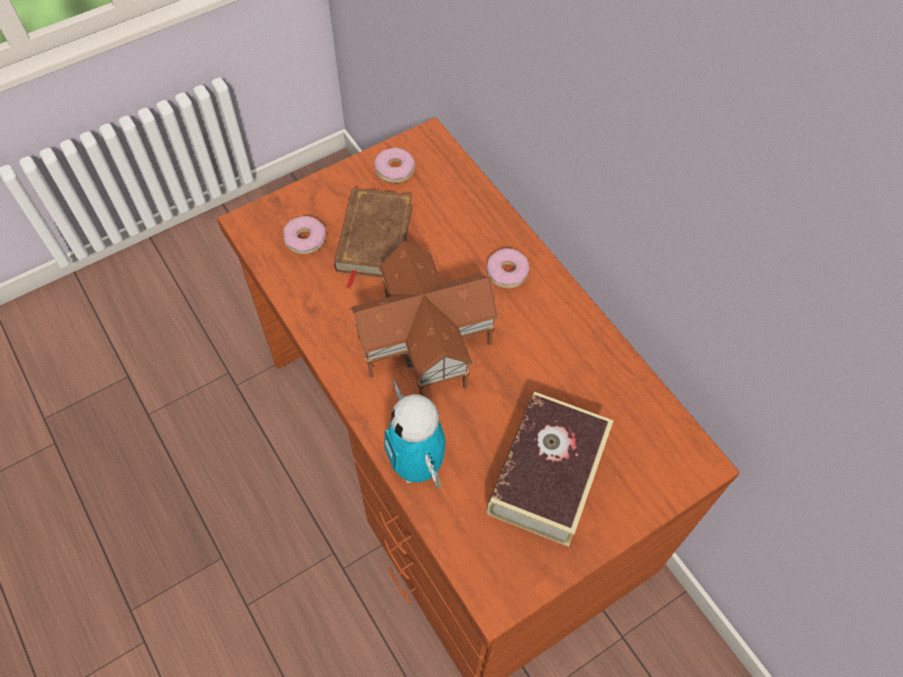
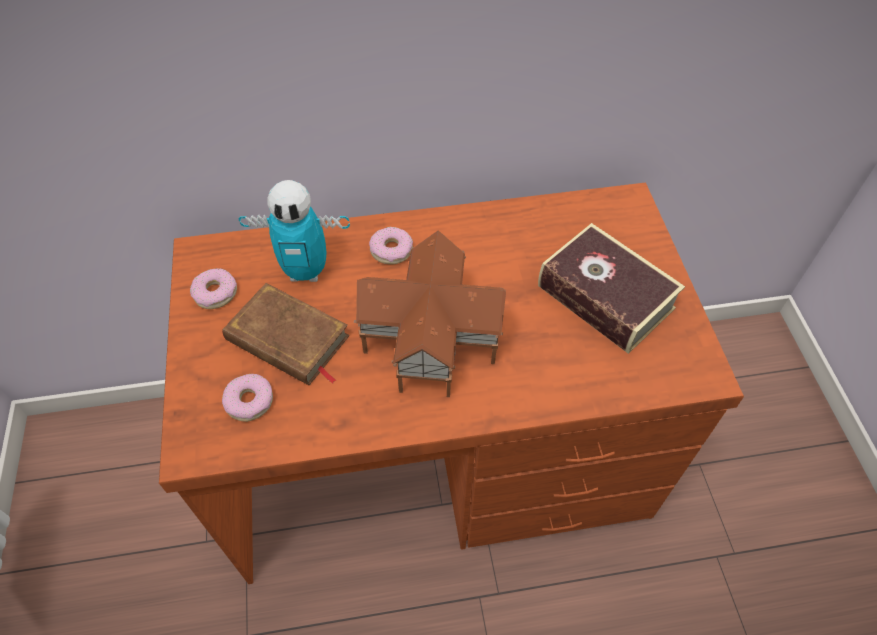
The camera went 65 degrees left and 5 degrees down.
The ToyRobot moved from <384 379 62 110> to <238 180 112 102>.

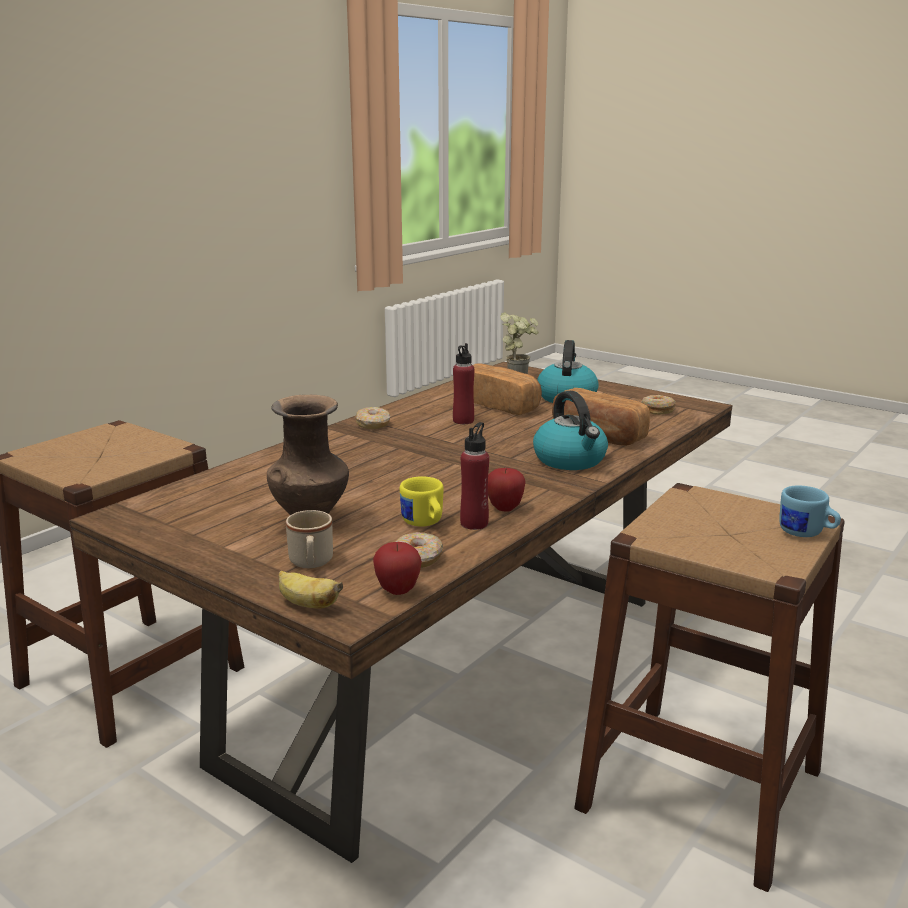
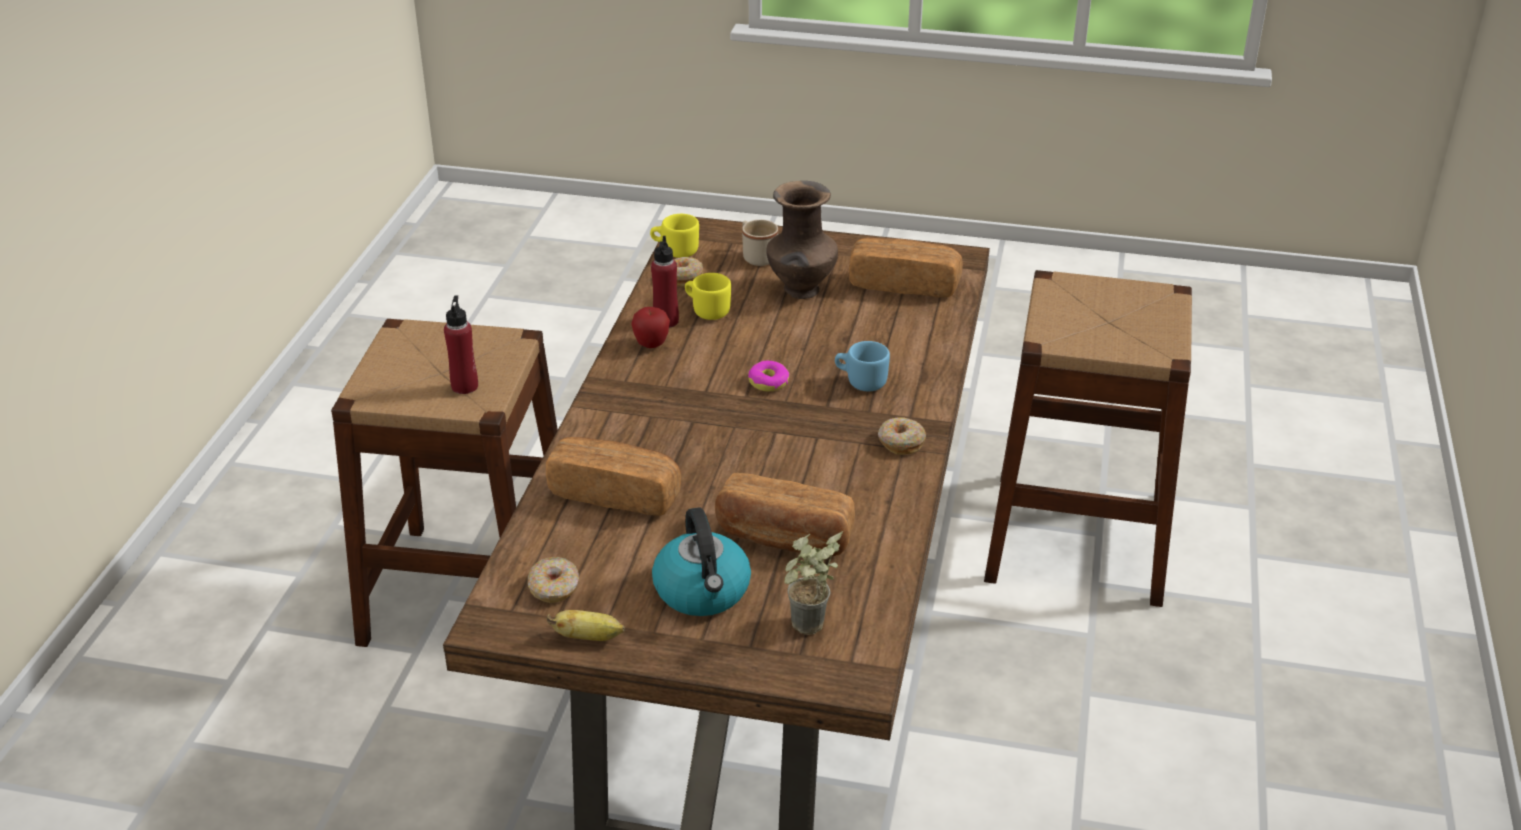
The camera went 155 degrees right and 15 degrees up.
The Kettle at <533 391 75 79> disappeared.
The Donut at <748 361 41 31> appeared.
The Bread at <849 238 114 59> appeared.
The Banana moved from <279 570 64 39> to <547 610 78 31>.
The RedBottle moved from <453 343 22 81> to <444 295 34 99>.
The BlueMug moved from <779 486 62 51> to <835 341 55 50>.
The Apple at <373 542 49 53> was replaced by the YellowMug at <650 214 49 44>.

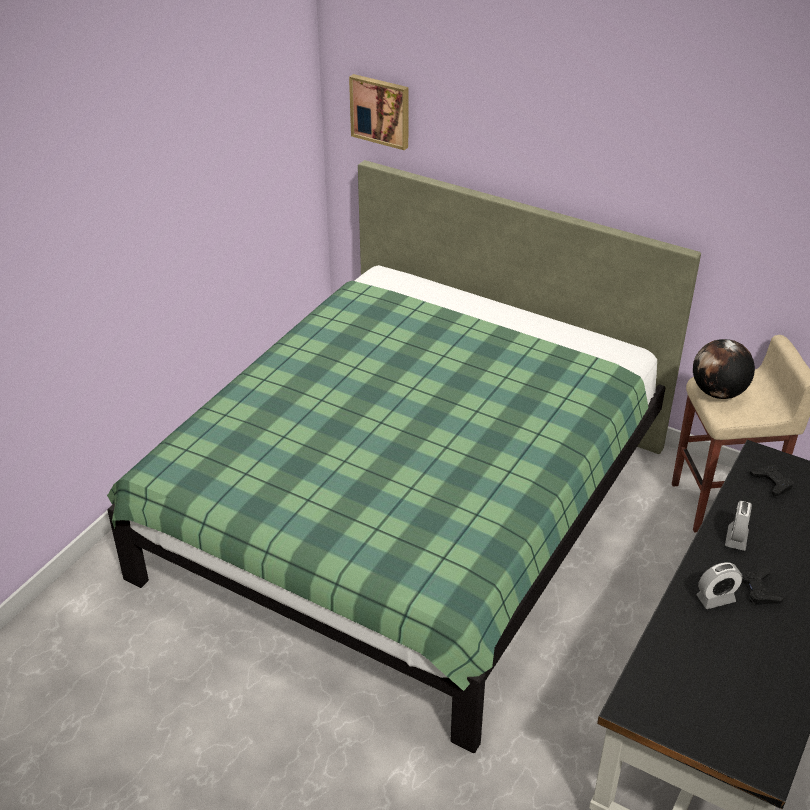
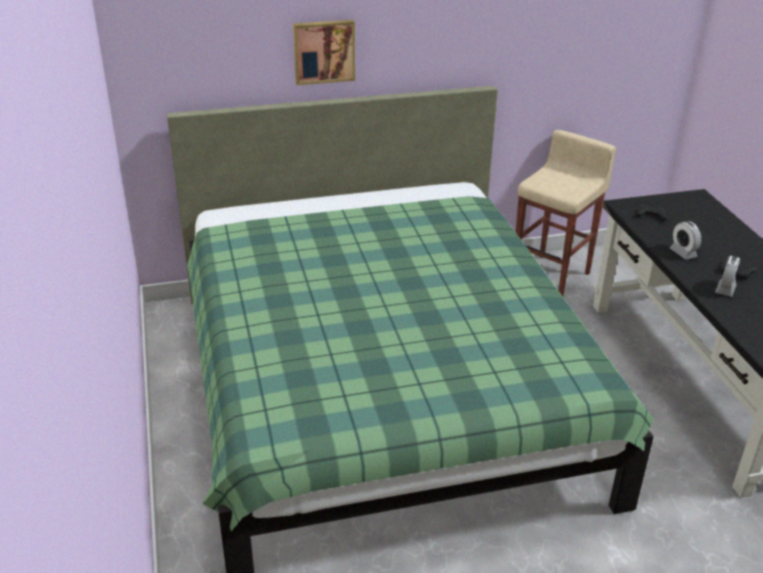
The camera went 45 degrees left and 5 degrees down.
The Globe at <693 339 62 60> disappeared.
The Picture moved from <349 74 59 76> to <293 20 62 65>.

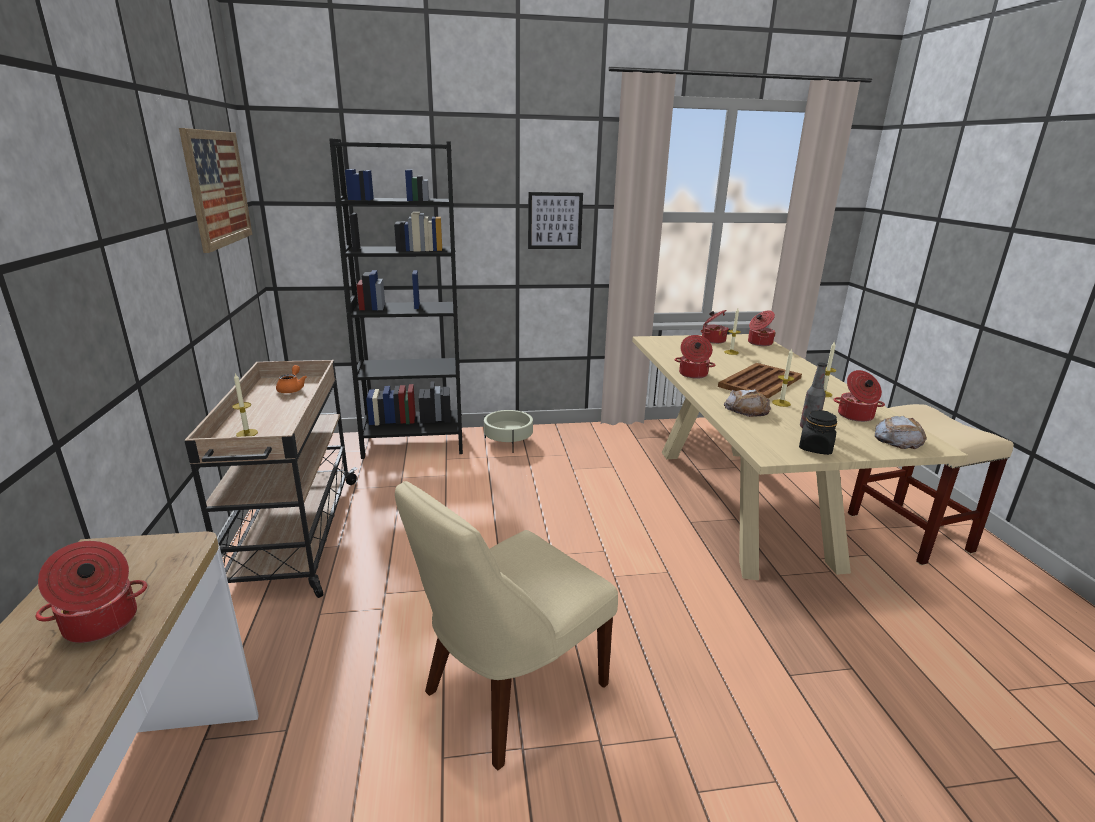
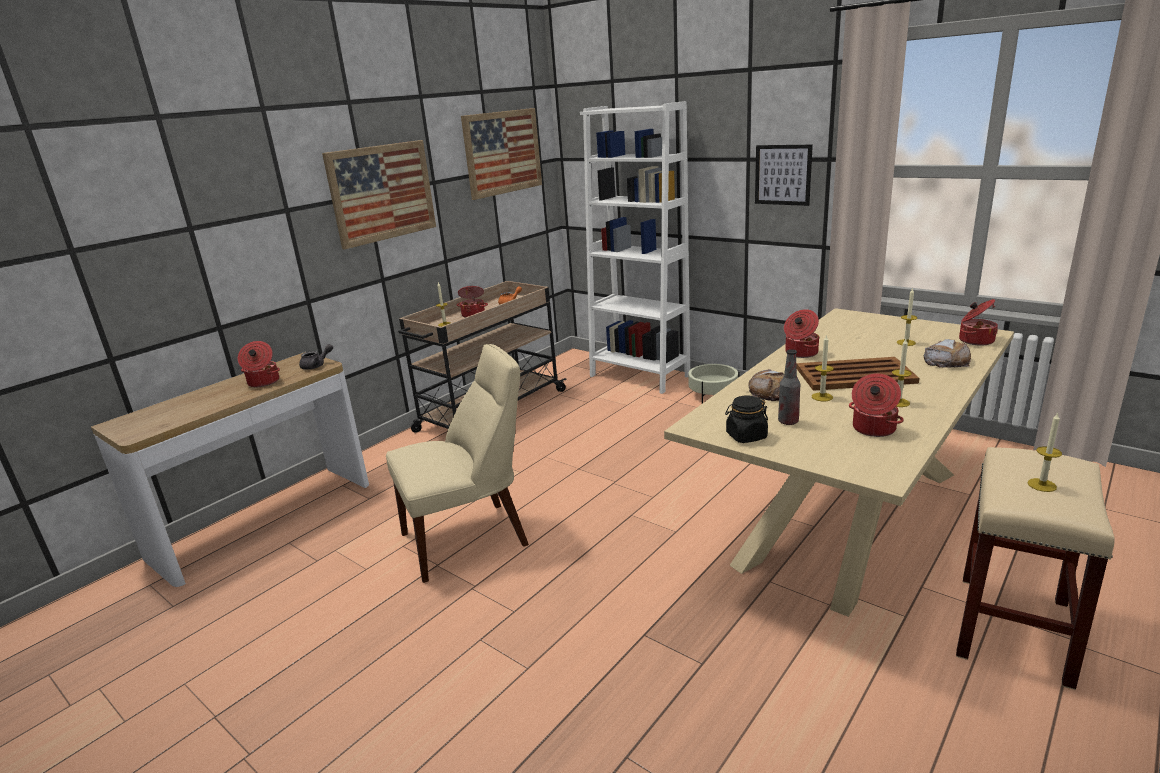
The camera went 50 degrees right and 0 degrees up.
The GreyTeapot at <299 344 34 26> appeared.
The Picture at <322 140 114 110> appeared.
The Candle at <1028 413 34 79> appeared.
The CookingPot moved from <701 310 28 34> to <457 286 31 32>.
The Bread moved from <875 416 52 33> to <924 339 47 29>.
The BlackBookcase at <329 139 134 320> became the WhiteBookcase at <580 101 110 293>.
The BeigeChair at <395 481 223 289> turned 150 degrees clockwise.

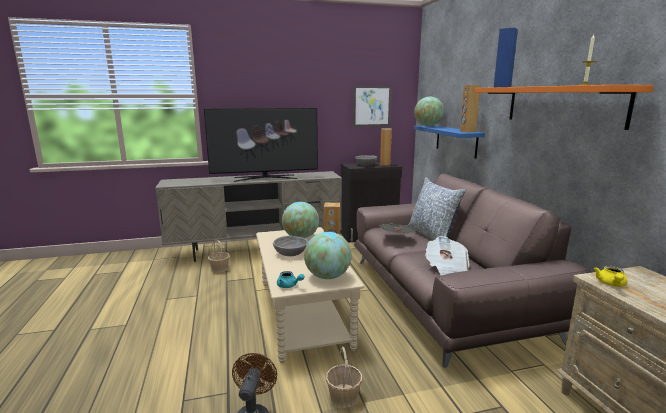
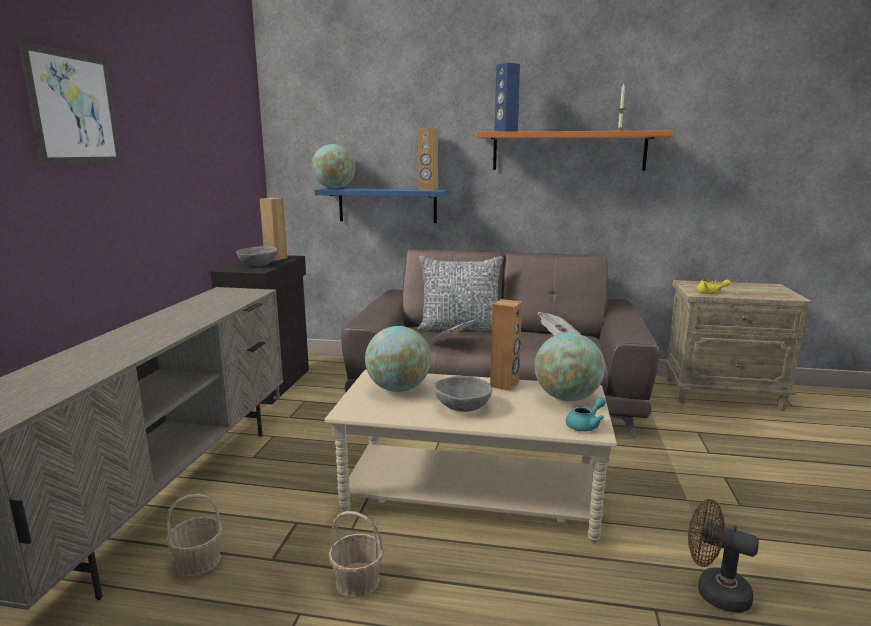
The camera went 65 degrees left and 0 degrees up.
The Television at <204 108 114 74> disappeared.
The Basket moved from <326 347 36 61> to <329 511 55 87>.
The Picture moved from <353 85 39 42> to <18 41 104 123>.

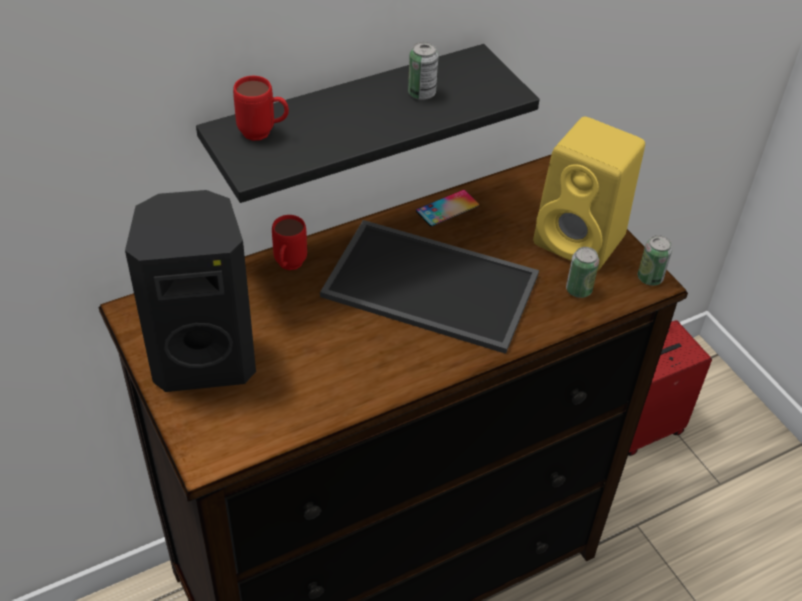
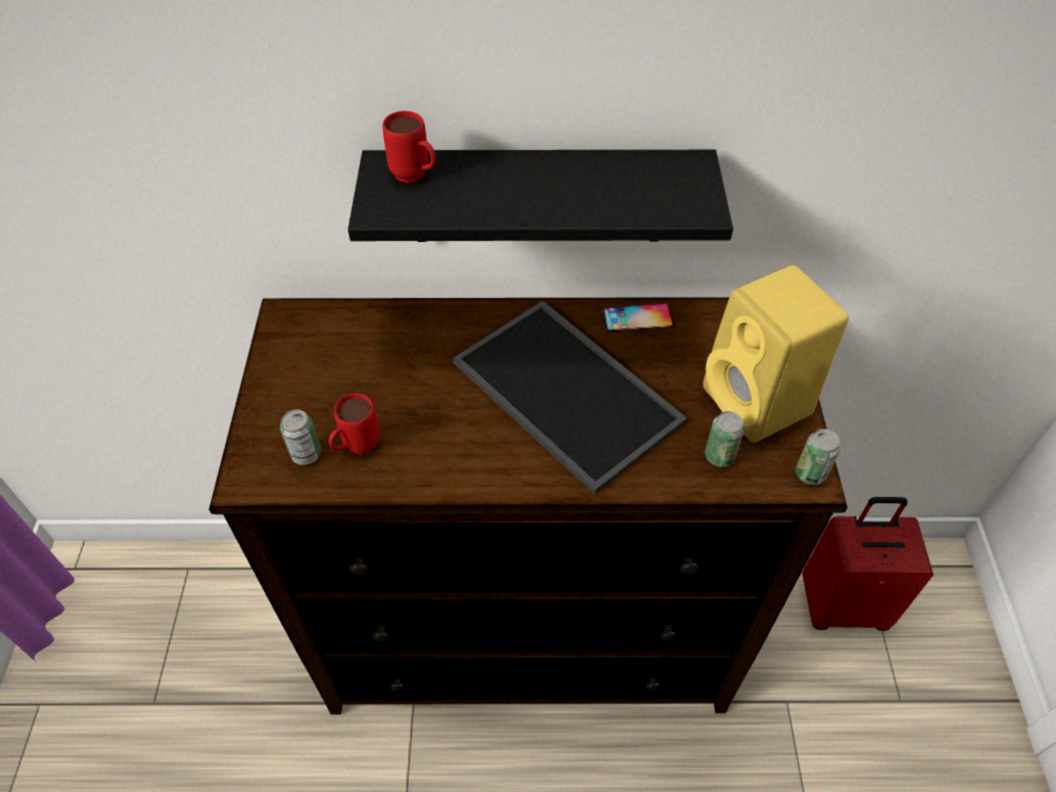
The camera went 30 degrees right and 5 degrees up.
The BlackSpeaker at <125 190 131 202> disappeared.
The RedMug moved from <272 215 35 55> to <329 393 51 61>.
The Can moved from <408 42 31 58> to <280 409 41 56>.

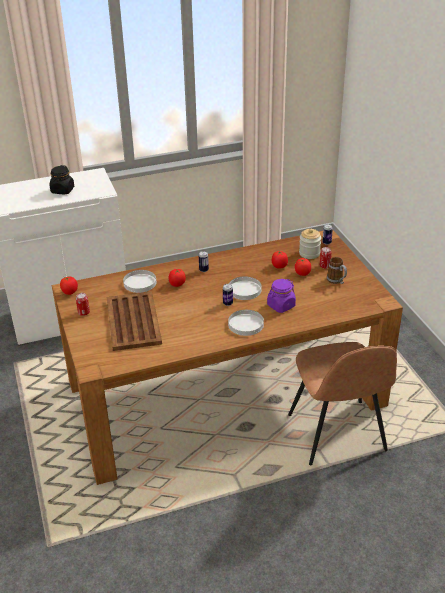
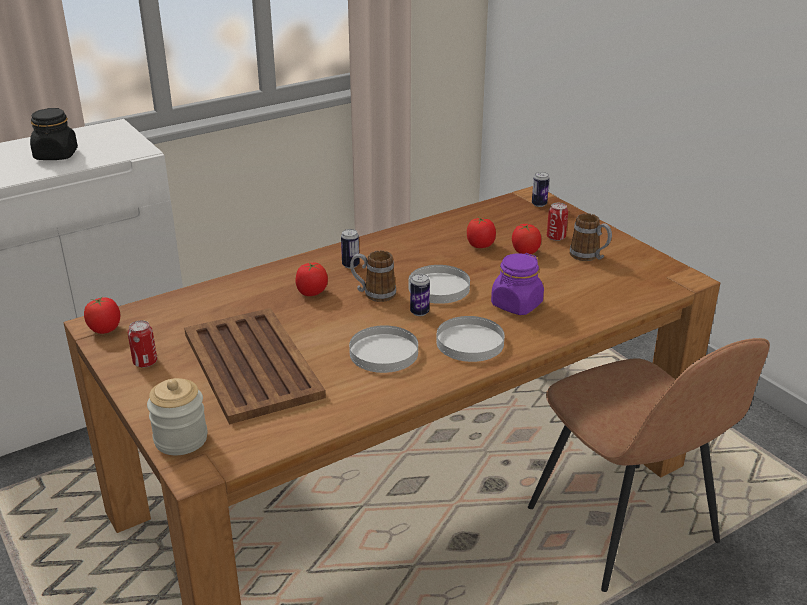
The camera went 15 degrees left and 5 degrees down.
The Mug at <350 250 46 52> appeared.
The WhitePlate moved from <123 270 33 23> to <349 325 69 48>.
The Jar moved from <299 229 22 30> to <147 378 60 77>.

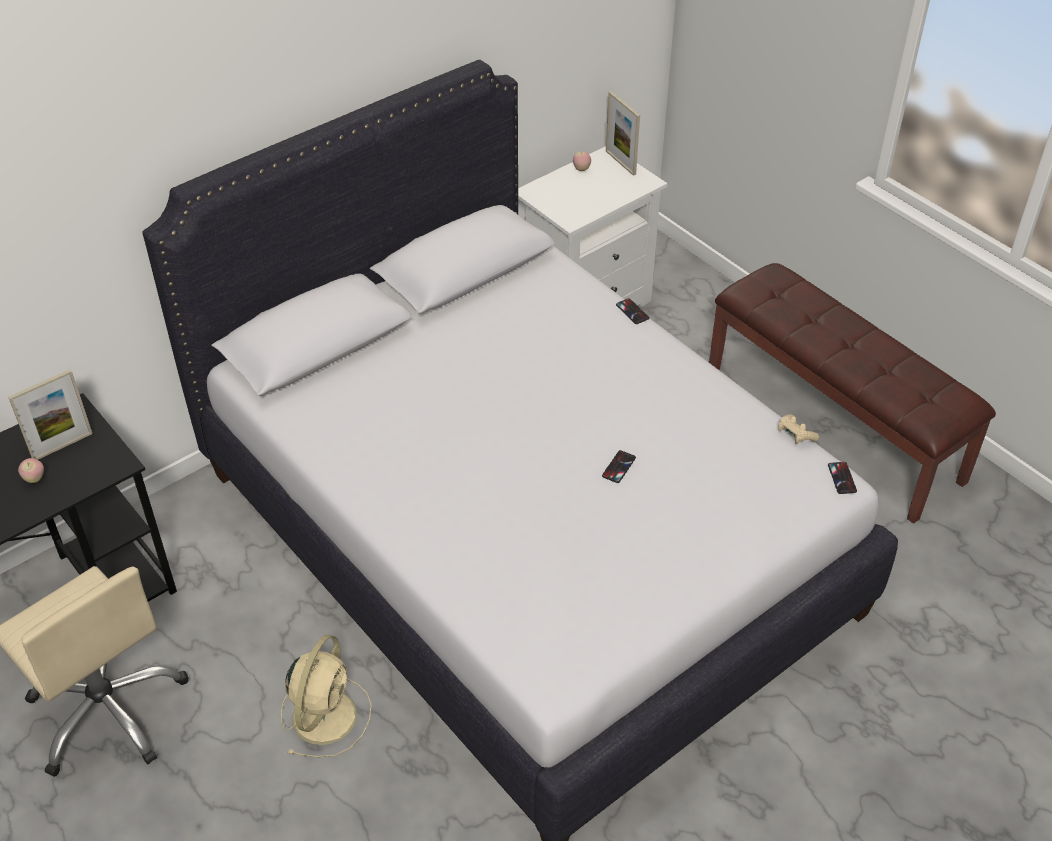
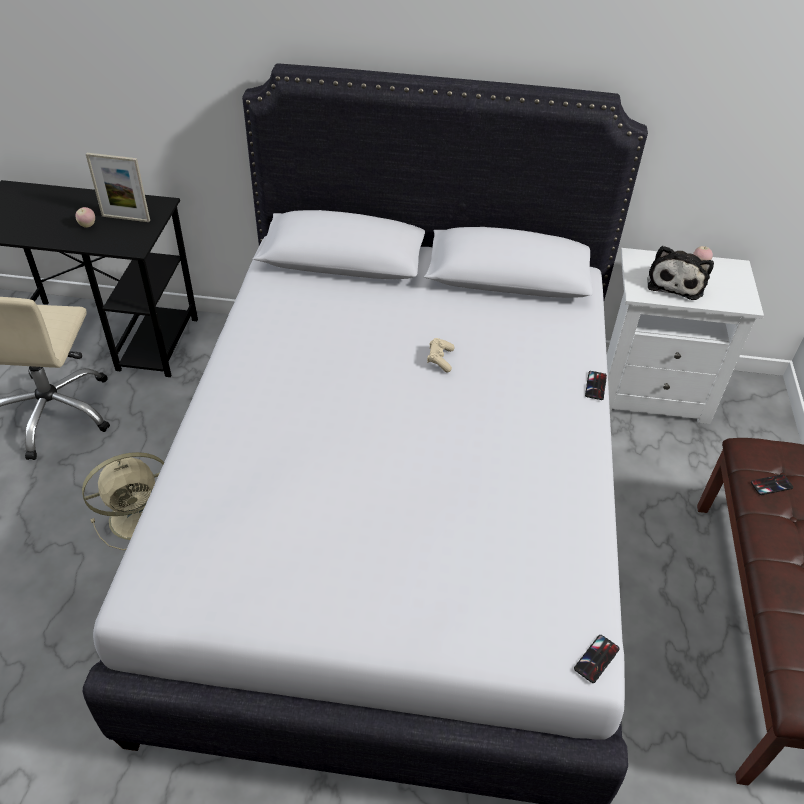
The camera went 45 degrees right and 0 degrees up.
The PictureFrame at <606 91 34 85> disappeared.
The PlushToy at <647 246 67 54> appeared.
The Phone moved from <602 450 34 33> to <751 474 42 21>.
The BeigeGameController moved from <778 414 41 30> to <427 338 27 35>.

